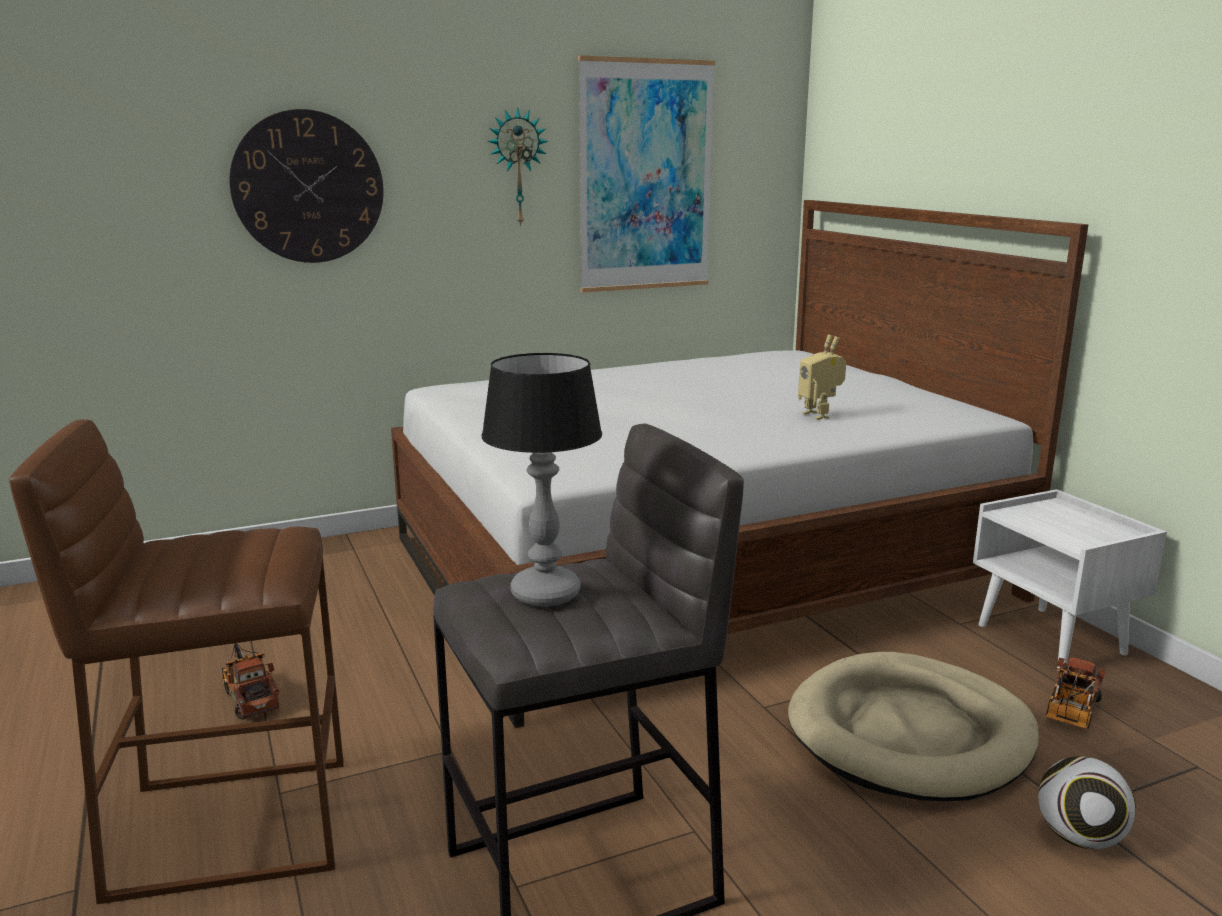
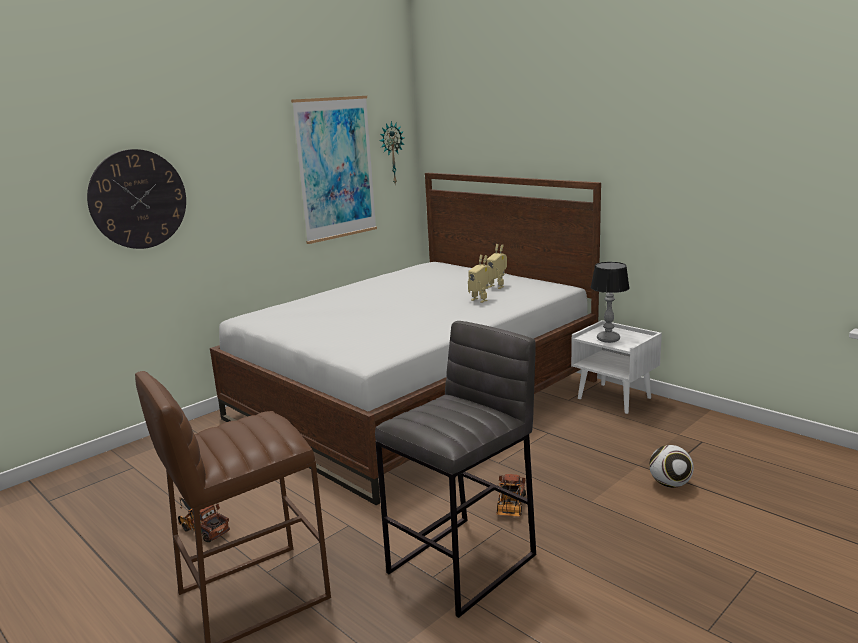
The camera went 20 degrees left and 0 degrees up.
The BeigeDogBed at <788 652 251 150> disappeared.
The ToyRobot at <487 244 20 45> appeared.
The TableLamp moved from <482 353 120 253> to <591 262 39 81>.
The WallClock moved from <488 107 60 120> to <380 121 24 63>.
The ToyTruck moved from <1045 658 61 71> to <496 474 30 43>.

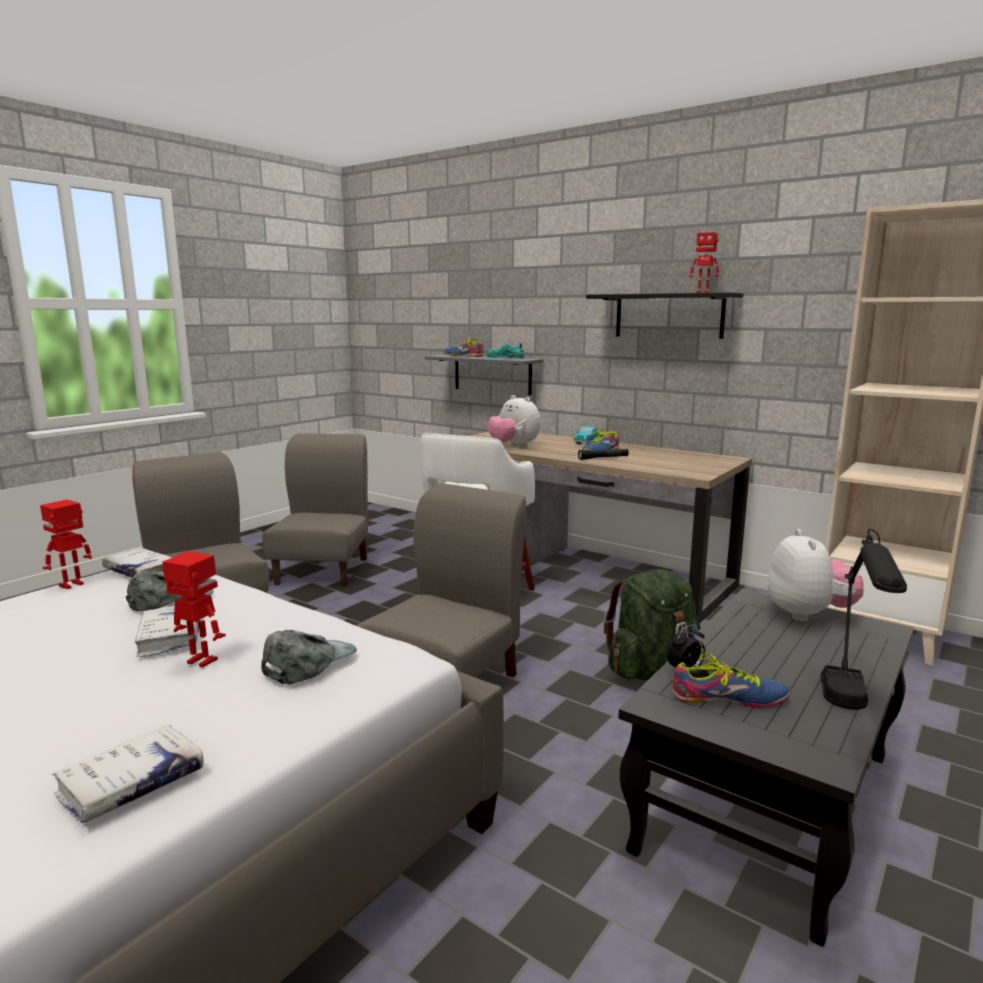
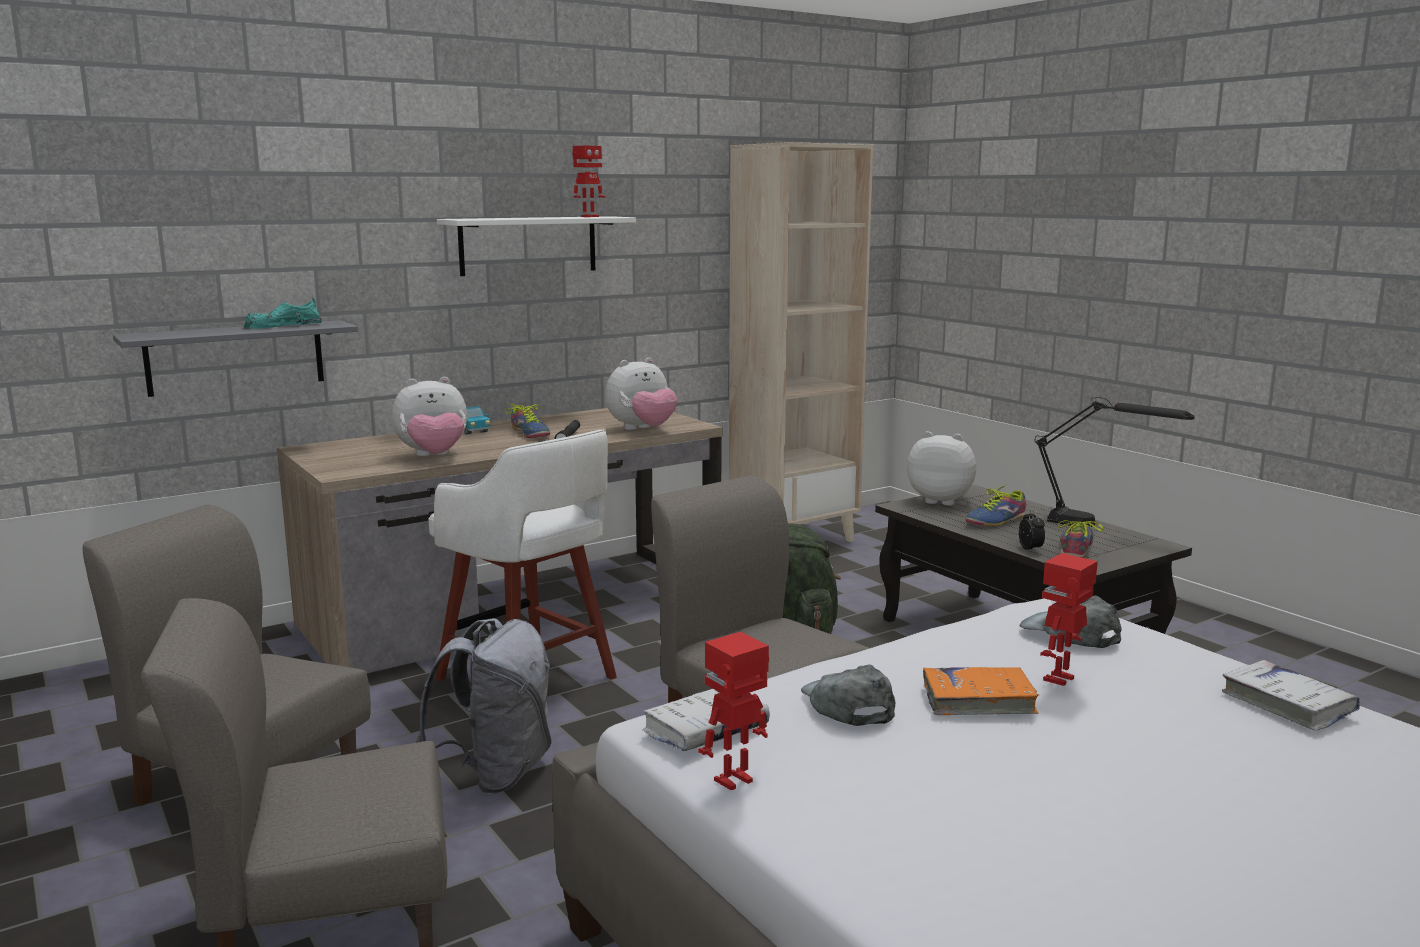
The camera went 70 degrees left and 0 degrees up.
The GreyBackpack at <416 618 136 176> appeared.
The PlushToy at <605 358 72 72> appeared.
The Shoe moved from <444 339 39 18> to <966 484 60 42>.
The WhiteBook at <135 606 65 51> became the OrangeBook at <923 667 116 48>.
The BlackShelf at <586 292 157 47> became the WhiteShelf at <437 216 199 60>.
The ToyRobot at <40 500 52 89> turned 90 degrees clockwise.

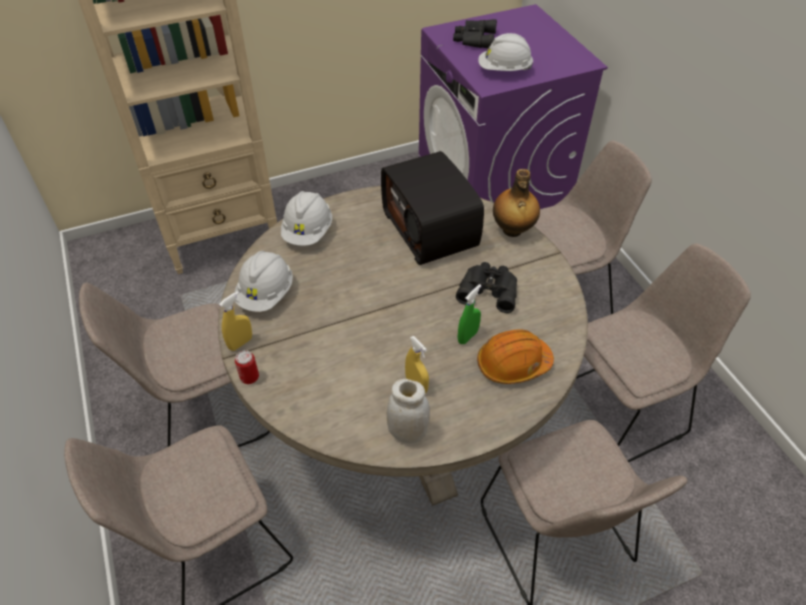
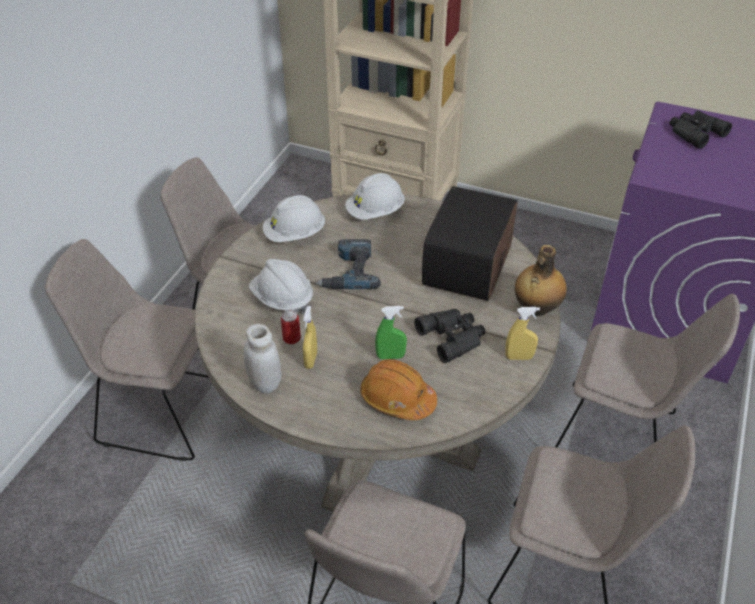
The camera went 45 degrees right and 5 degrees down.
The PowerDrill at <316 239 65 50> appeared.
The YellowSprayBottle moved from <219 291 33 60> to <505 307 35 53>.
The Can moved from <235 350 24 34> to <281 310 20 34>.
The WhiteHardHat moved from <478 33 55 38> to <249 259 64 55>.

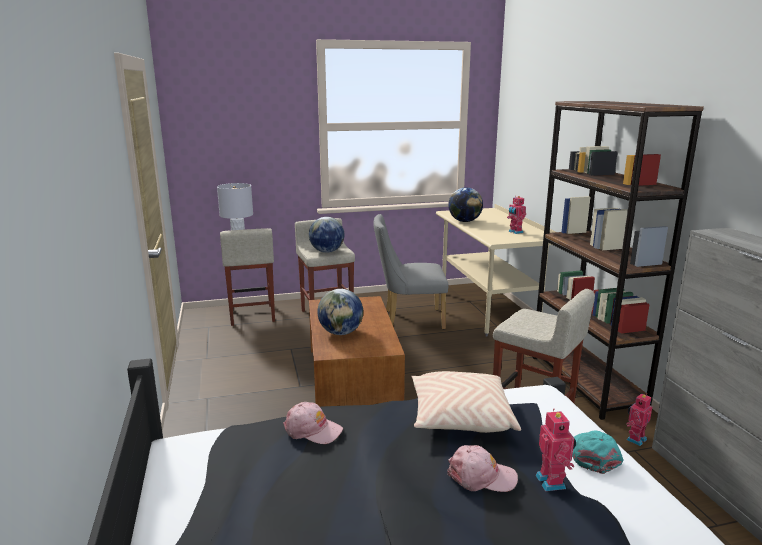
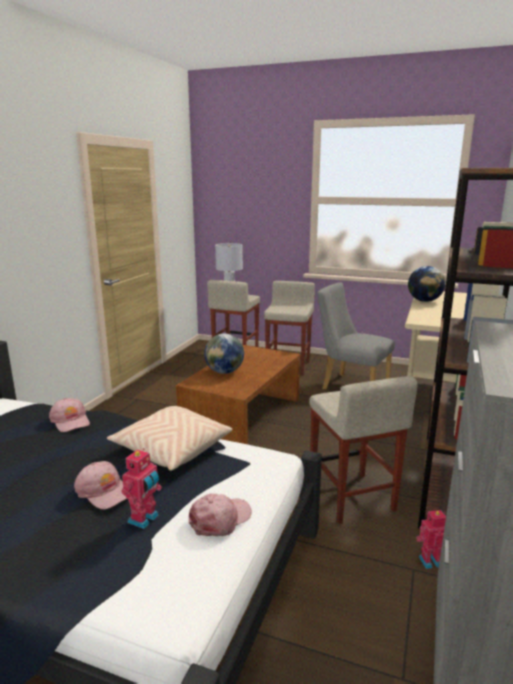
The camera went 35 degrees right and 0 degrees up.
The Globe at <309 217 35 36> disappeared.
The ToyRobot at <507 196 19 38> disappeared.
The TurquoiseCap at <572 431 51 43> became the PinkCap at <189 493 63 43>.

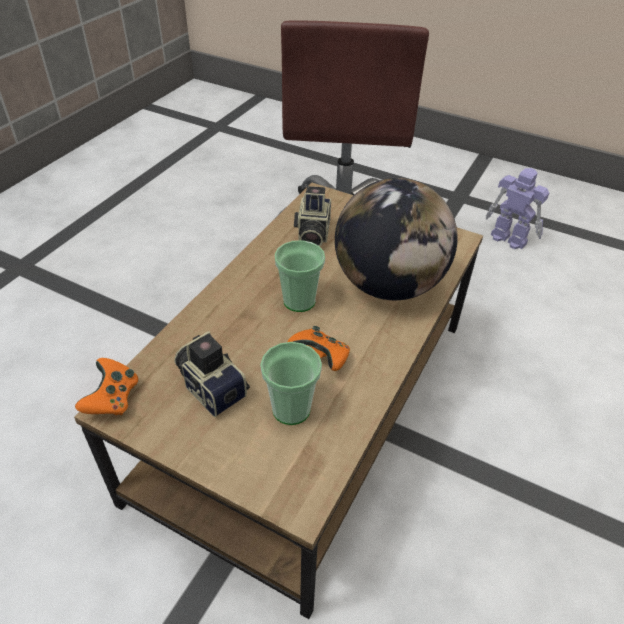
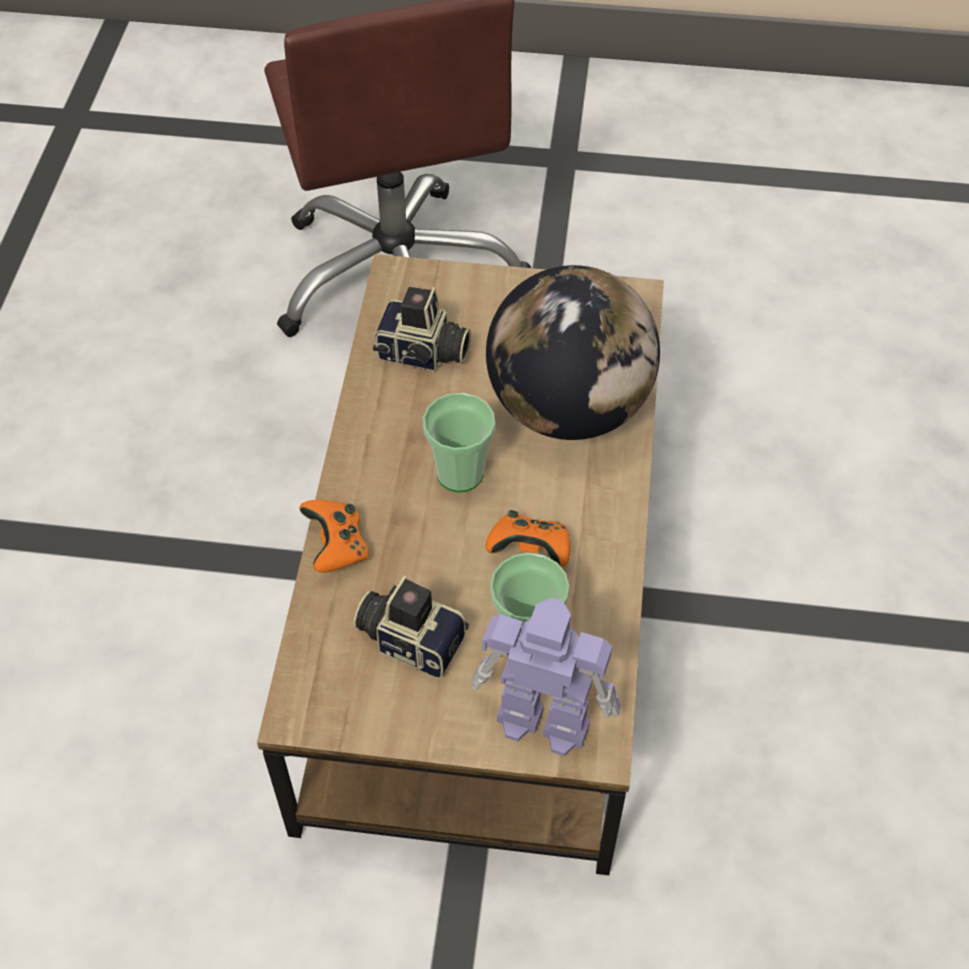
The camera went 20 degrees left and 10 degrees up.
The OrangeGameController moved from <75 358 63 58> to <299 500 70 73>.
The ToyRobot moved from <486 168 63 81> to <471 598 150 158>.
The PhotoCamera at <294 186 37 60> turned 60 degrees counterclockwise.

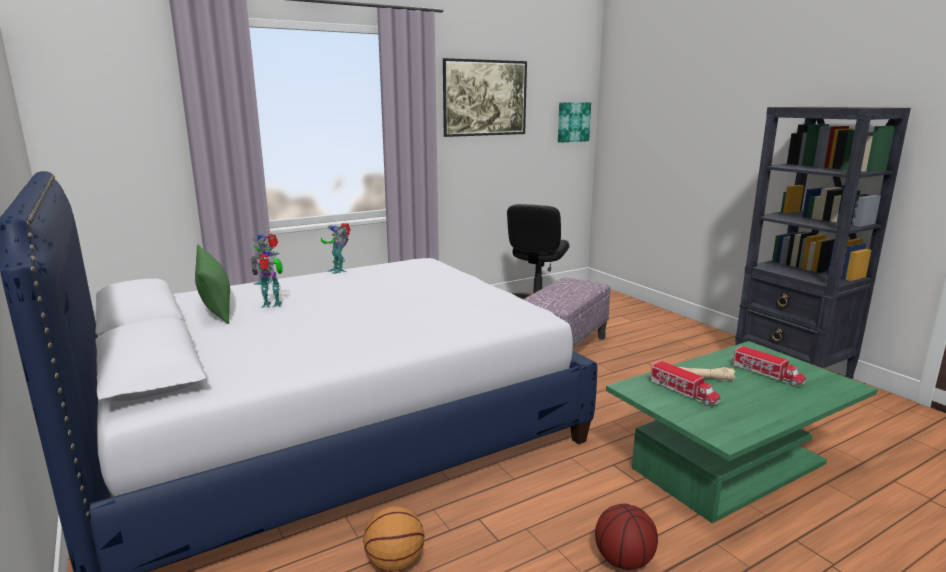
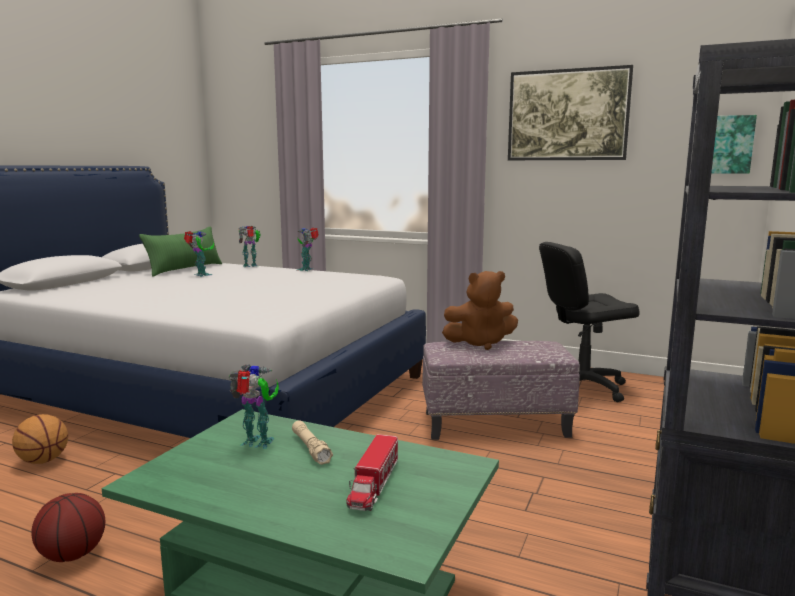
The camera went 55 degrees right and 5 degrees down.
The BrownPlushToy at <442 271 76 79> appeared.
The ToyTruck at <649 361 71 45> was replaced by the ToyRobot at <229 365 50 84>.

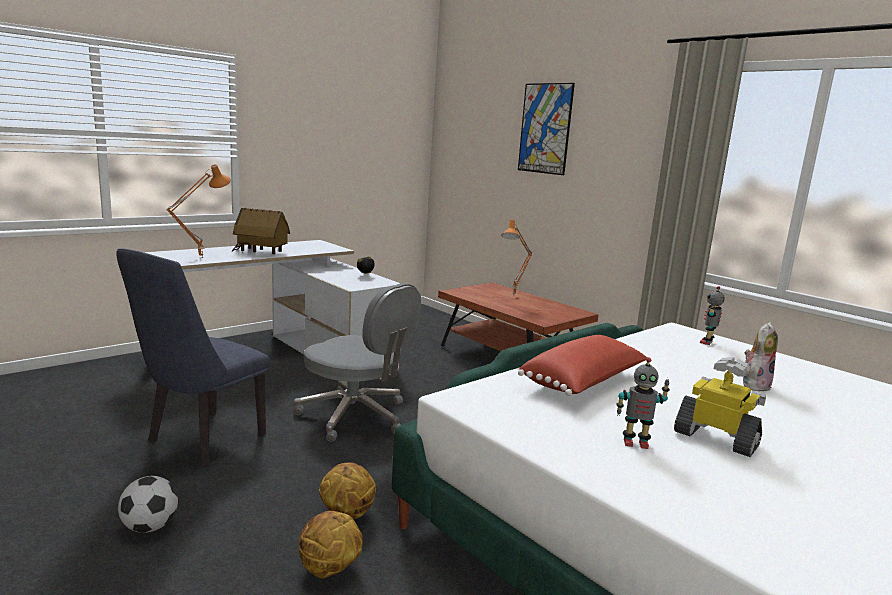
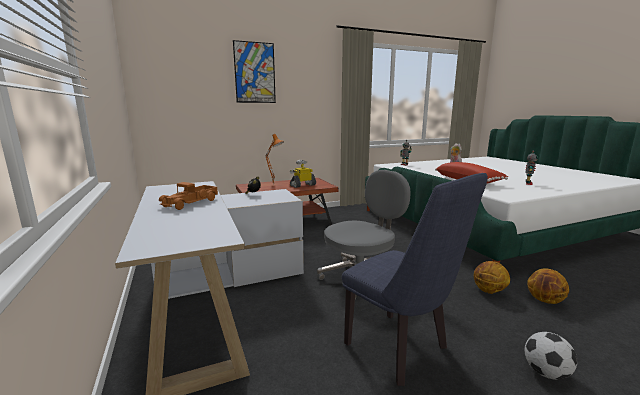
The camera went 70 degrees left and 0 degrees up.
The OrangeTableLamp at <166 164 65 94> disappeared.
The ToyRobot moved from <674 357 92 100> to <290 160 26 28>.
The ToyHouse at <231 208 59 46> was replaced by the ToyTruck at <159 182 59 28>.

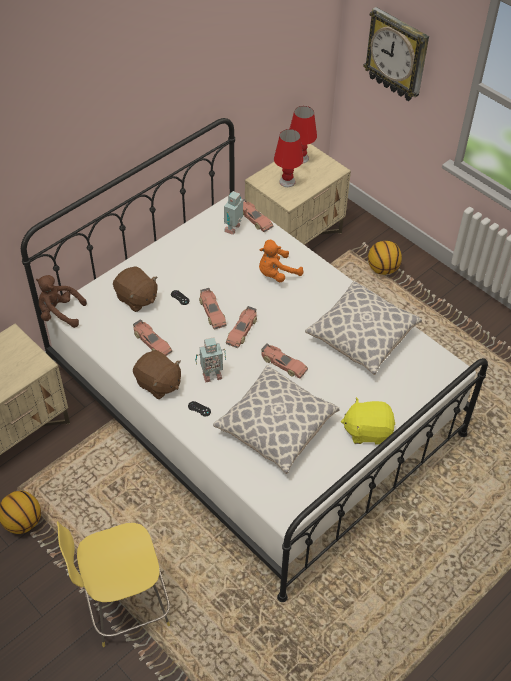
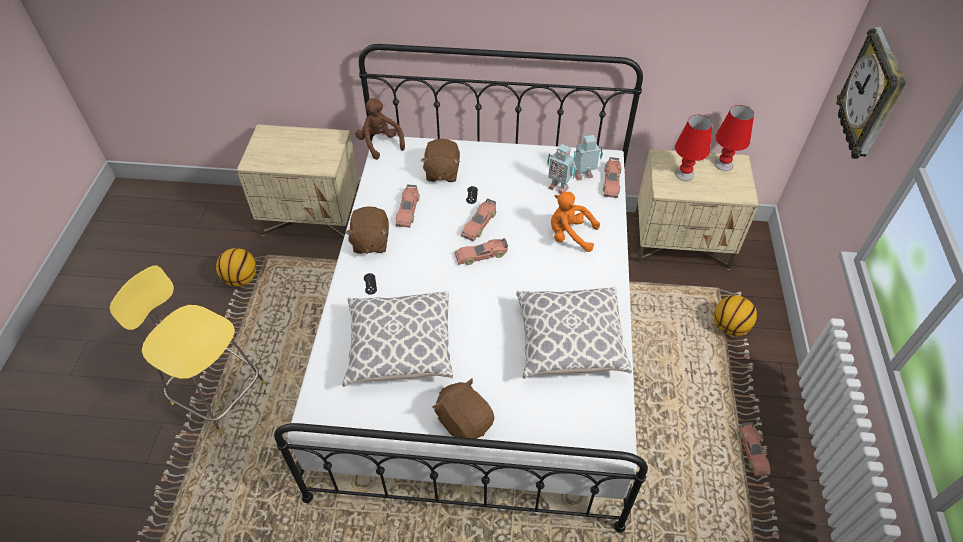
The camera went 50 degrees right and 0 degrees up.
The ToyRobot moved from <195 337 31 46> to <548 144 27 50>.
The ToyCar moved from <261 343 47 36> to <738 422 33 55>.
The YellowPlushToy at <341 397 54 48> became the BrownPlushToy at <432 378 62 61>.

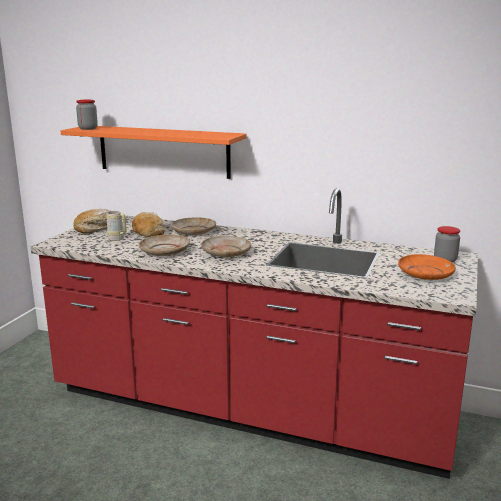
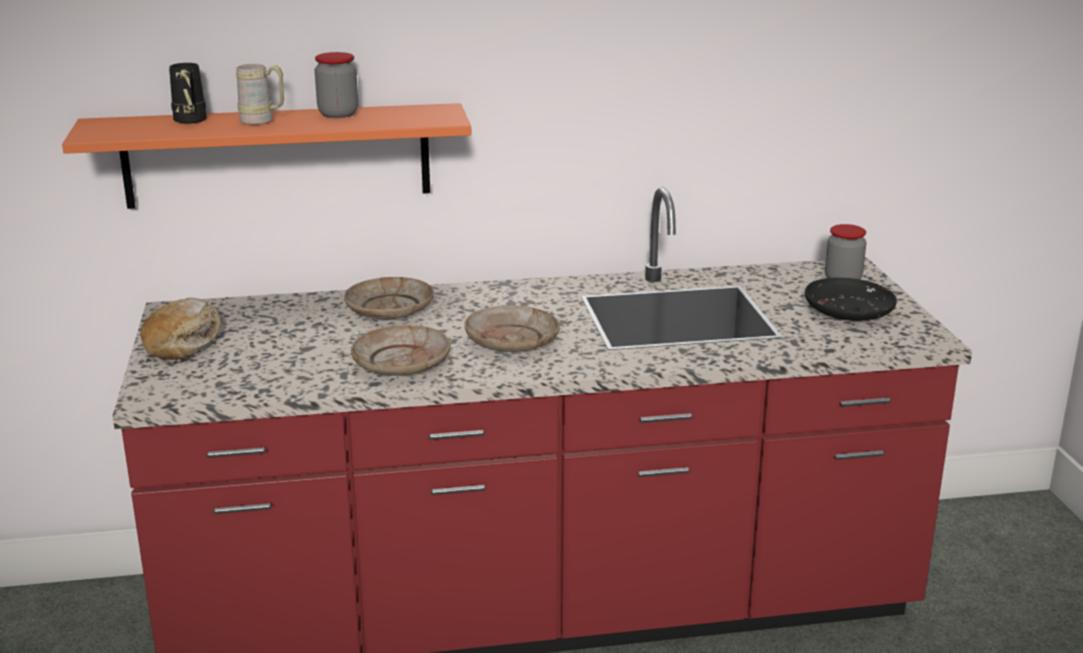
The camera went 30 degrees left and 5 degrees up.
The Bread at <132 212 34 25> disappeared.
The BlackMug at <169 63 38 61> appeared.
The Jar moved from <76 99 22 31> to <315 52 43 66>.
The BeigeMug moved from <107 211 20 30> to <236 64 48 61>.
The OrangePlate at <398 254 58 26> became the BlackPlate at <805 278 92 43>.

